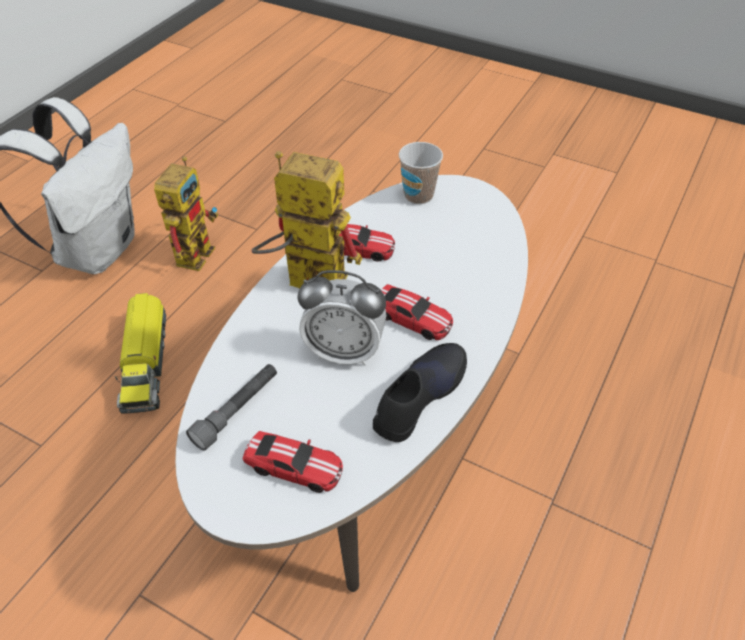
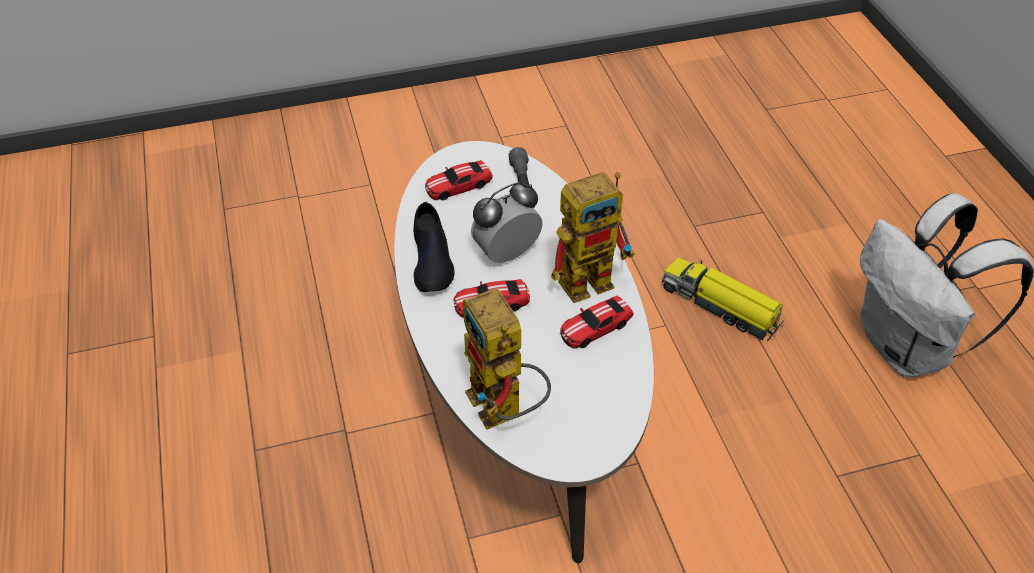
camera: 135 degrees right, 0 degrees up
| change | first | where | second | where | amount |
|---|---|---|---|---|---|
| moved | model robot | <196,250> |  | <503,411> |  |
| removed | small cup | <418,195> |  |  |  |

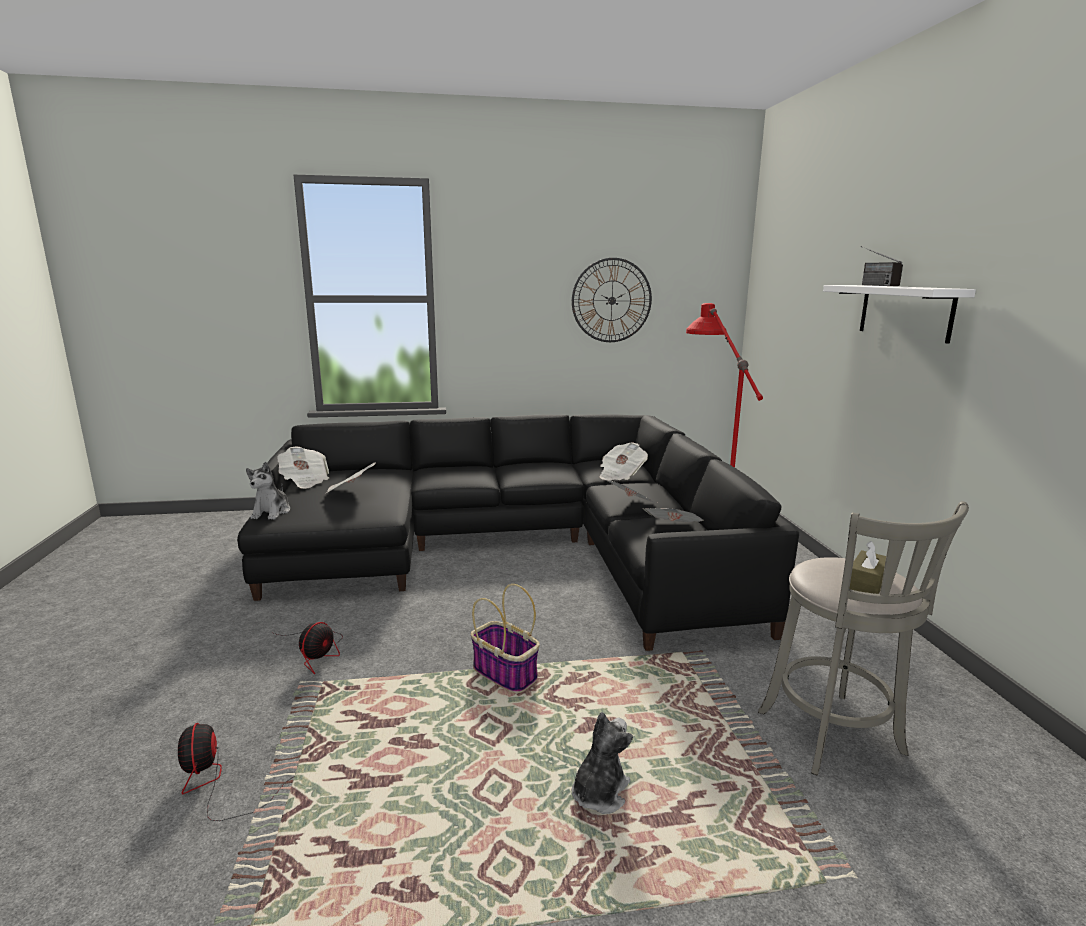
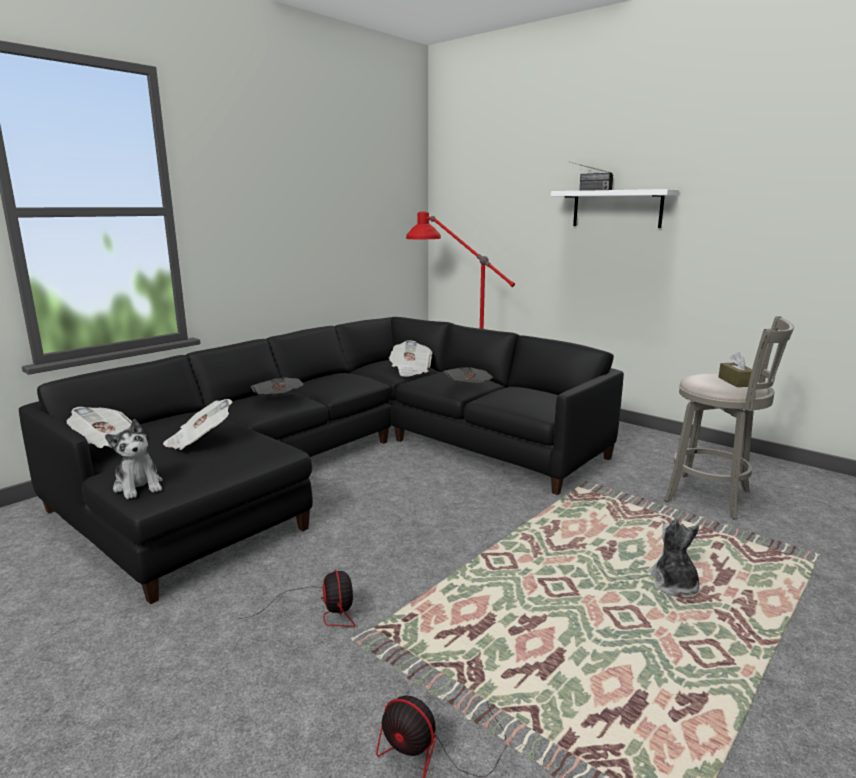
camera: 40 degrees left, 0 degrees up
| change | first | where | second | where | amount |
|---|---|---|---|---|---|
| moved | newspaper | <672,531> |  | <278,400> |  |
| removed | storage basket | <506,674> |  |  |  |
| removed | wall clock | <611,300> |  |  |  |

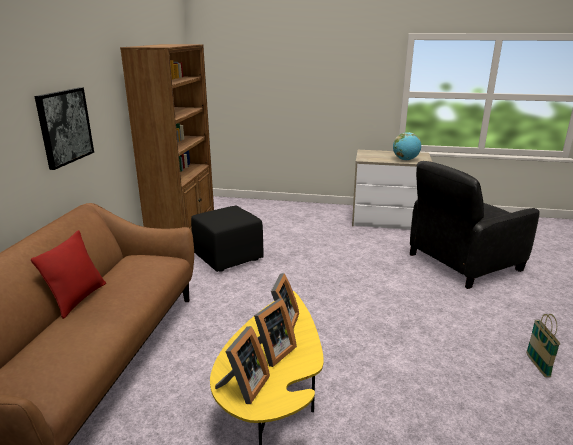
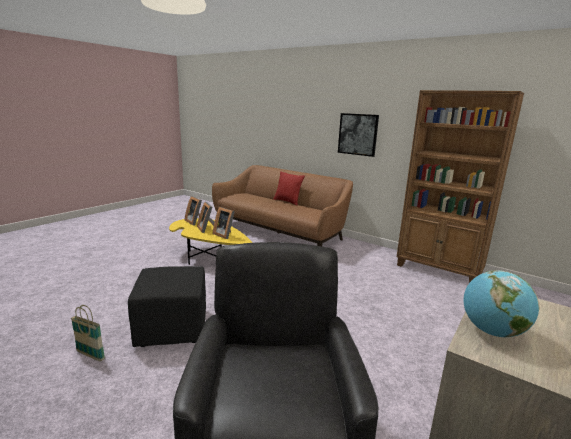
camera: 115 degrees right, 5 degrees down
| change | first | where | second | where | amount |
|---|---|---|---|---|---|
| moved | black-coloured ottoman | <227,258> |  | <172,327> |  |

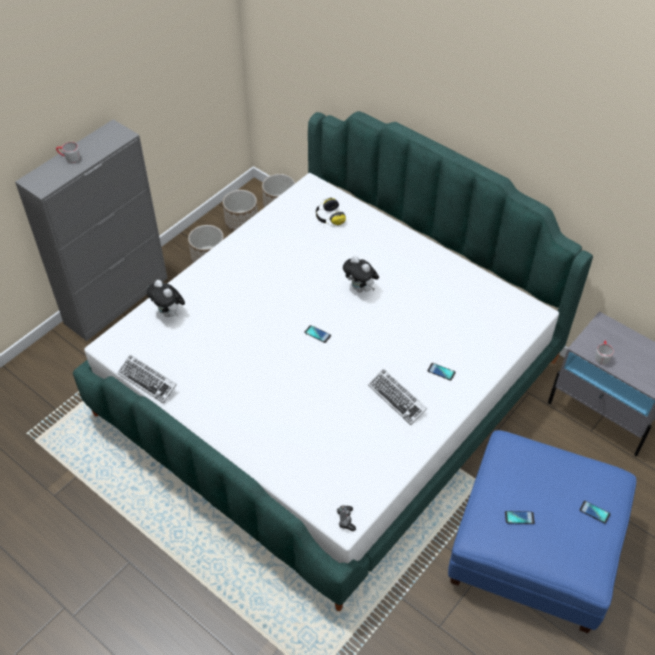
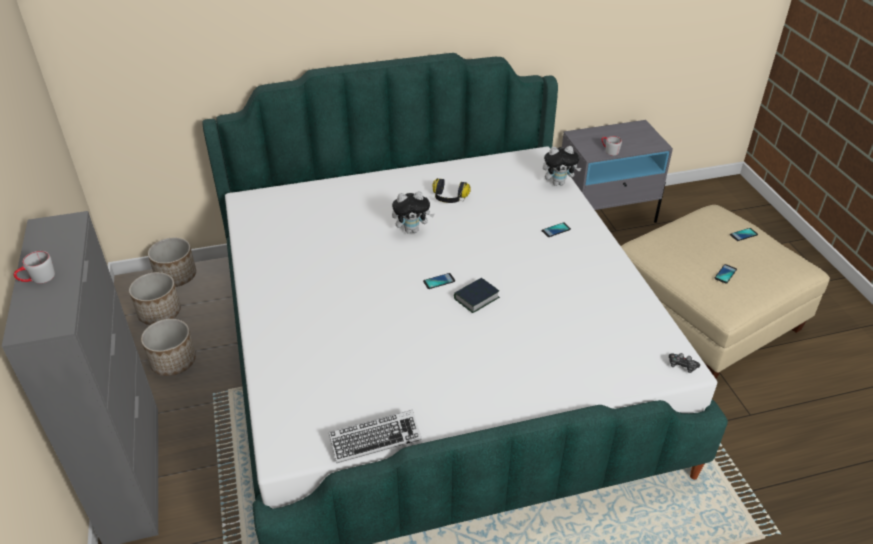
camera: 55 degrees left, 10 degrees down
| change | first | where | second | where | amount |
|---|---|---|---|---|---|
| moved | headphones | <329,218> |  | <449,198> |  |
| added |  |  | book | <476,298> |  |
| moved | cuddly toy | <169,313> |  | <558,183> |  |
| recoloured | blue-coloured ottoman | <534,548> | sand-coloured ottoman | <705,316> |  |
| removed | computer keyboard | <397,399> |  |  |  |

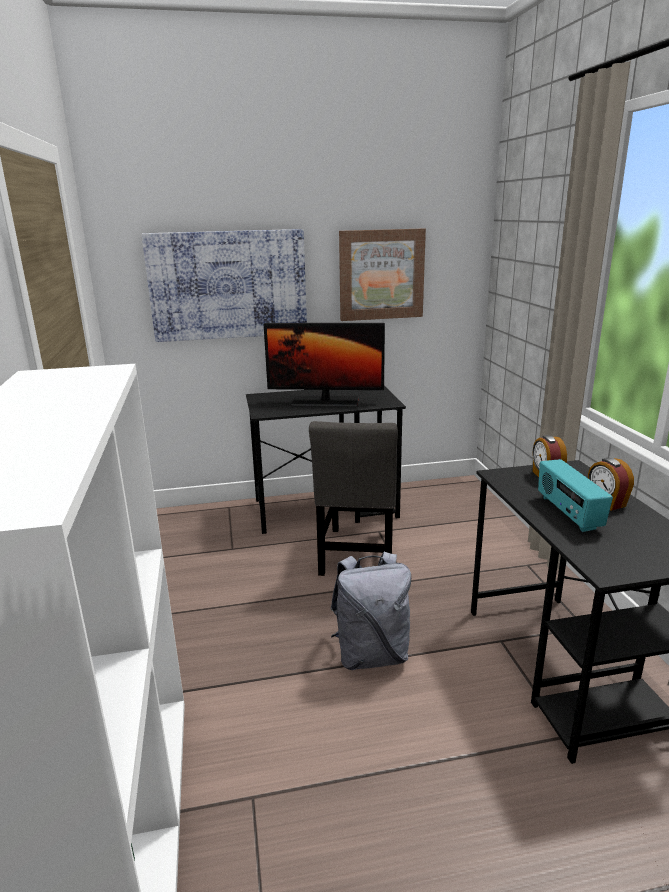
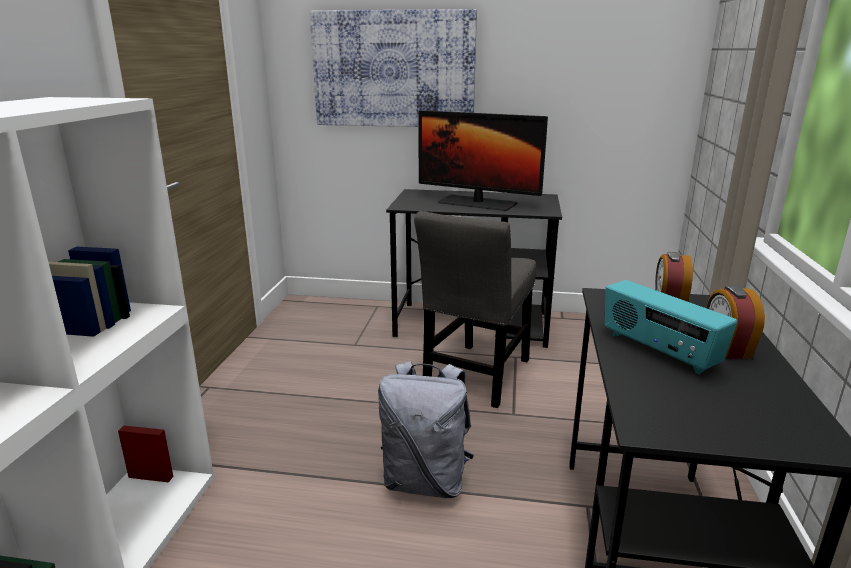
camera: 20 degrees right, 0 degrees up
| change | first | where | second | where | amount |
|---|---|---|---|---|---|
| turned | radio set | <568,513> |  | <658,351> | 45 degrees counterclockwise |
| removed | picture | <381,274> |  |  |  |

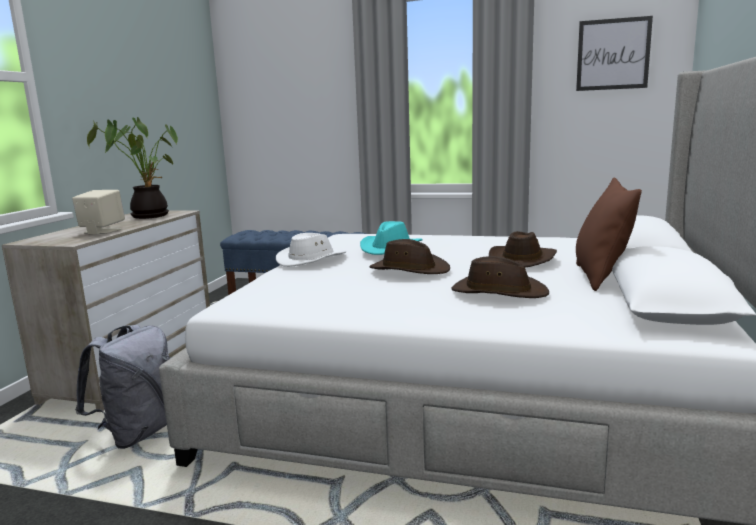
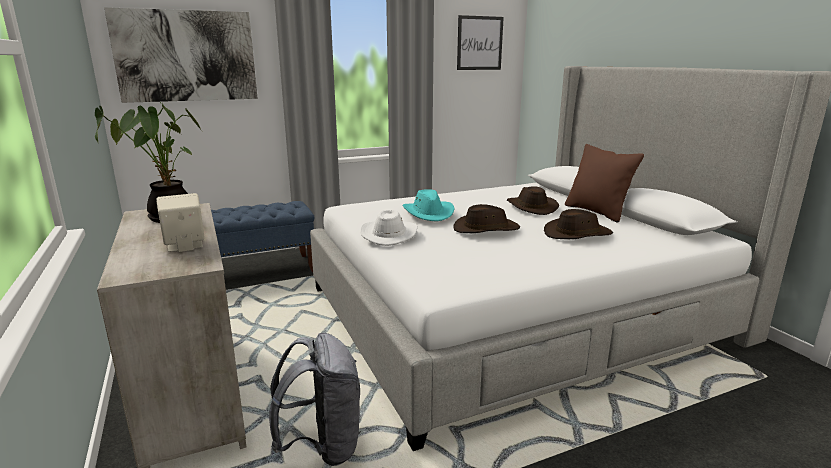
camera: 40 degrees left, 5 degrees up
| change | first | where | second | where | amount |
|---|---|---|---|---|---|
| added |  |  | picture | <186,56> |  |

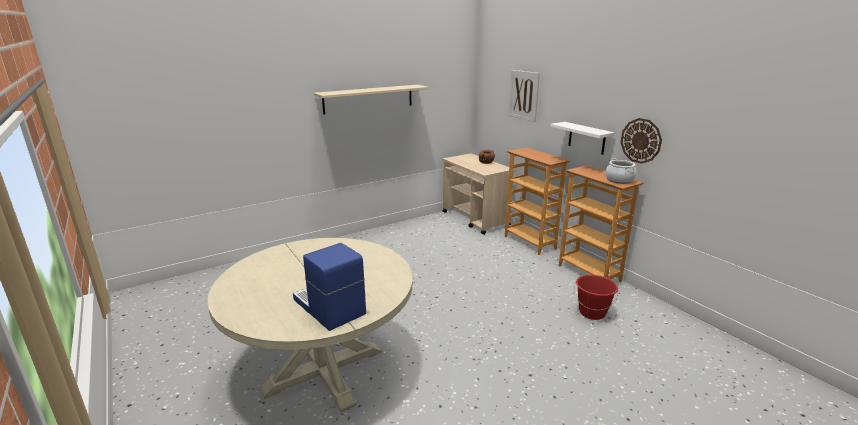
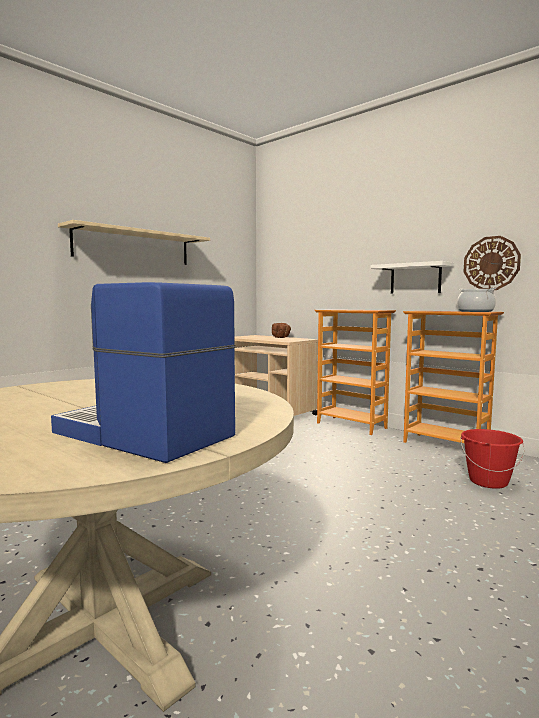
camera: 15 degrees left, 15 degrees down
| change | first | where | second | where | amount |
|---|---|---|---|---|---|
| removed | picture | <524,95> |  |  |  |

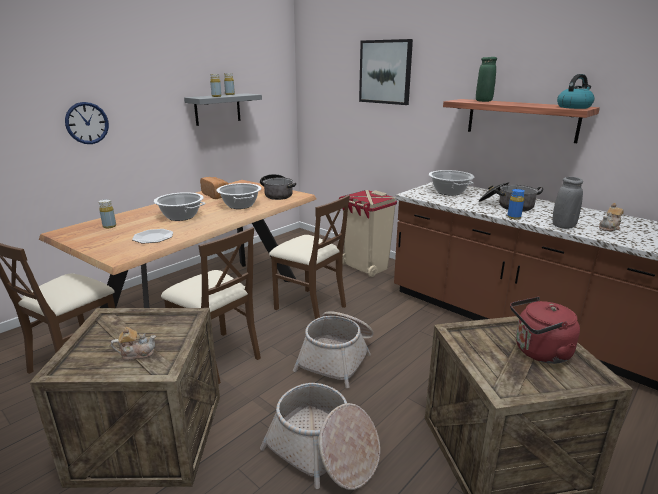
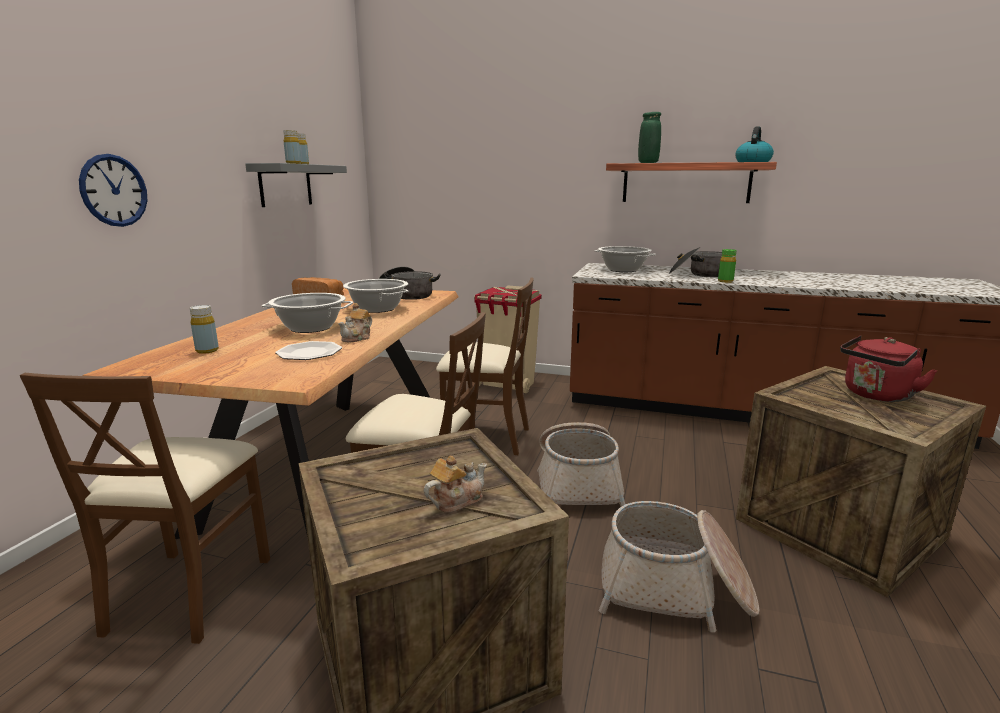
camera: 25 degrees left, 5 degrees down
| change | first | where | second | where | amount |
|---|---|---|---|---|---|
| moved | pot for tea | <609,228> |  | <357,338> |  |
| recoloured | blue-coloured bottle | <514,217> | green bottle | <725,281> |  |
| removed | picture | <385,72> |  |  |  |
| removed | grey flower vase | <563,226> |  |  |  |

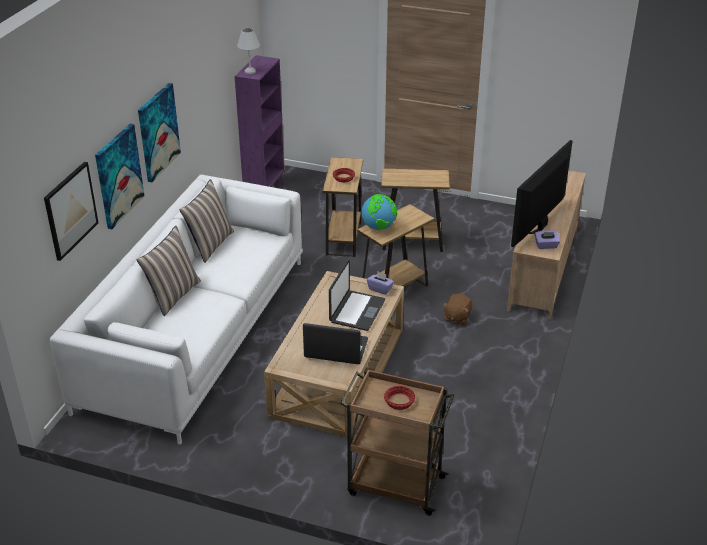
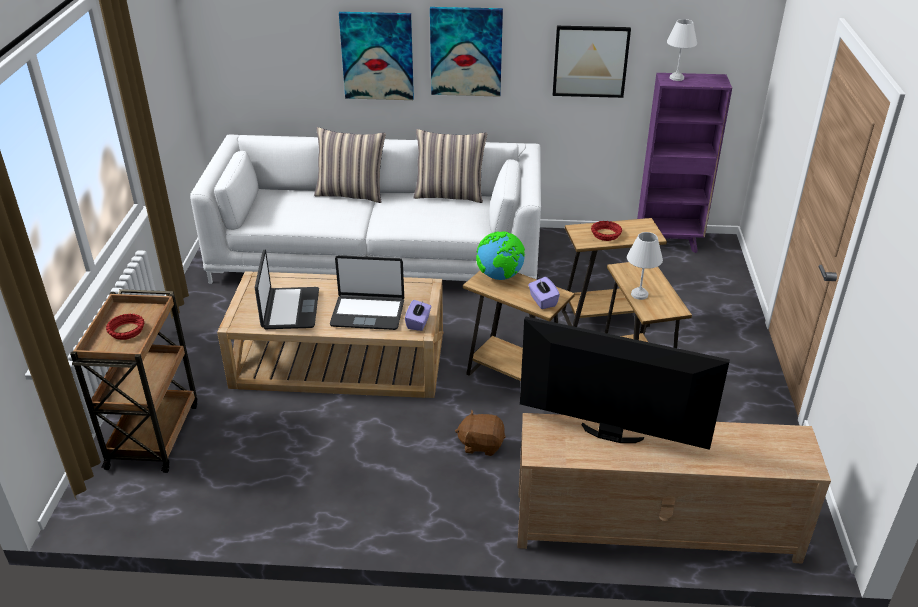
camera: 75 degrees right, 0 degrees up
| change | first | where | second | where | amount |
|---|---|---|---|---|---|
| moved | purple box of tissues | <546,246> |  | <542,301> |  |
| moved | picture | <70,210> |  | <590,61> |  |
| added |  |  | white-coloured table lamp | <640,294> |  |

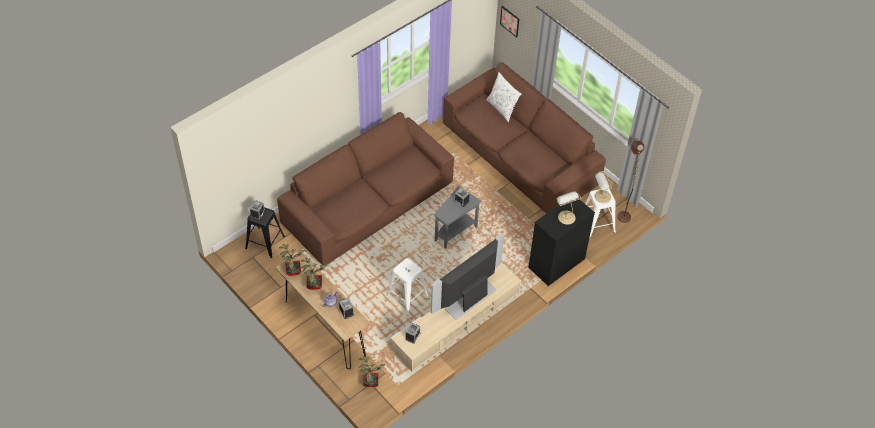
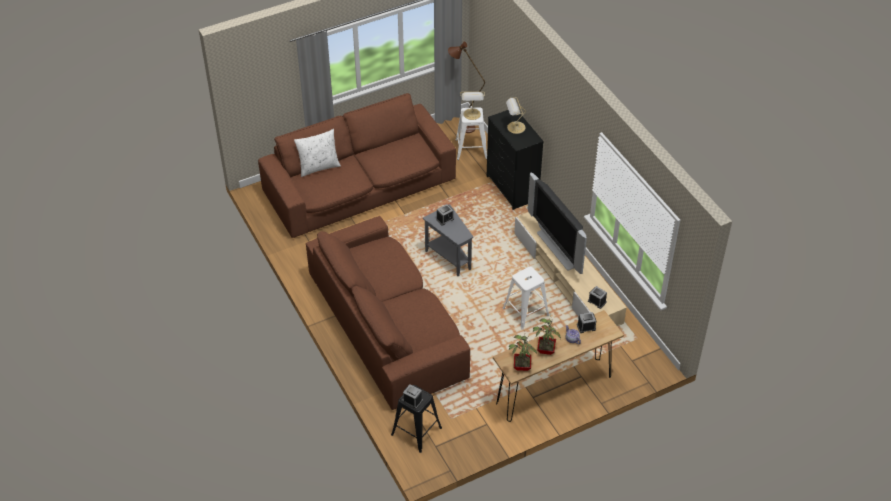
camera: 75 degrees left, 5 degrees down
| change | first | where | second | where | amount |
|---|---|---|---|---|---|
| removed | plant in a pot | <371,382> |  |  |  |
| removed | picture | <510,21> |  |  |  |

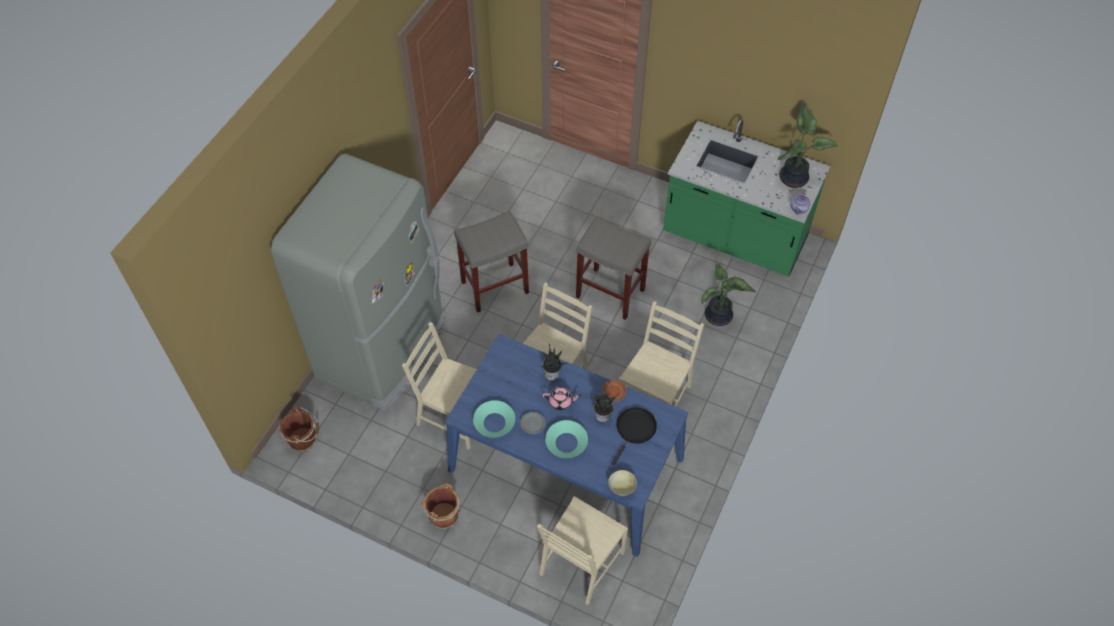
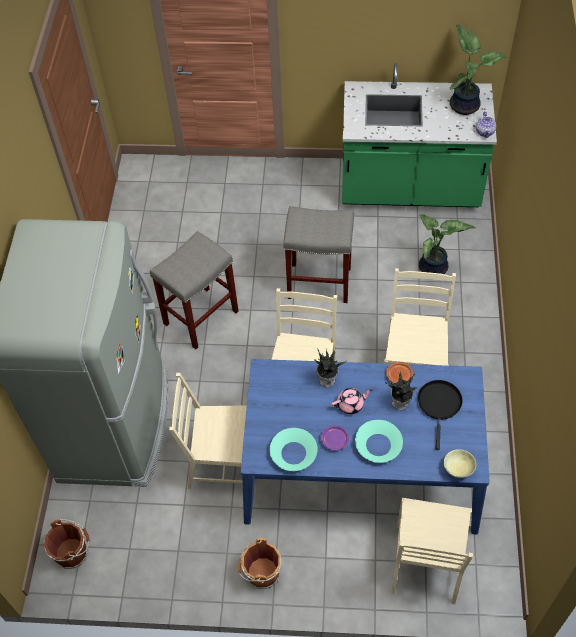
camera: 20 degrees left, 0 degrees up
| change | first | where | second | where | amount |
|---|---|---|---|---|---|
| recoloured | grey flat dish | <533,425> | purple flat dish | <335,440> |  |

